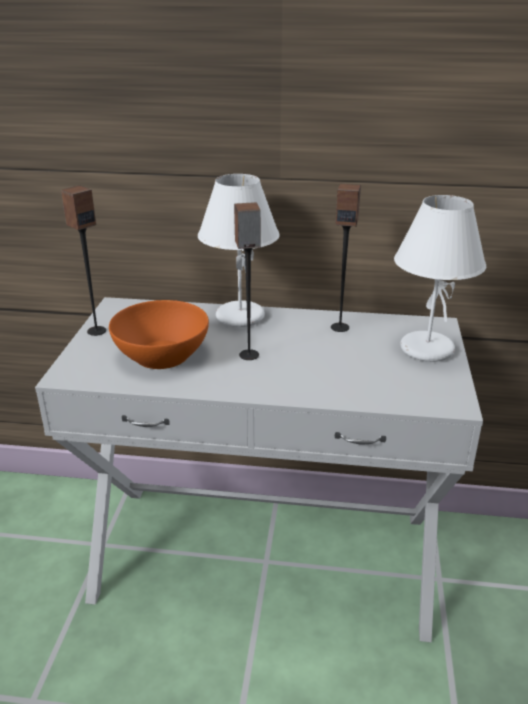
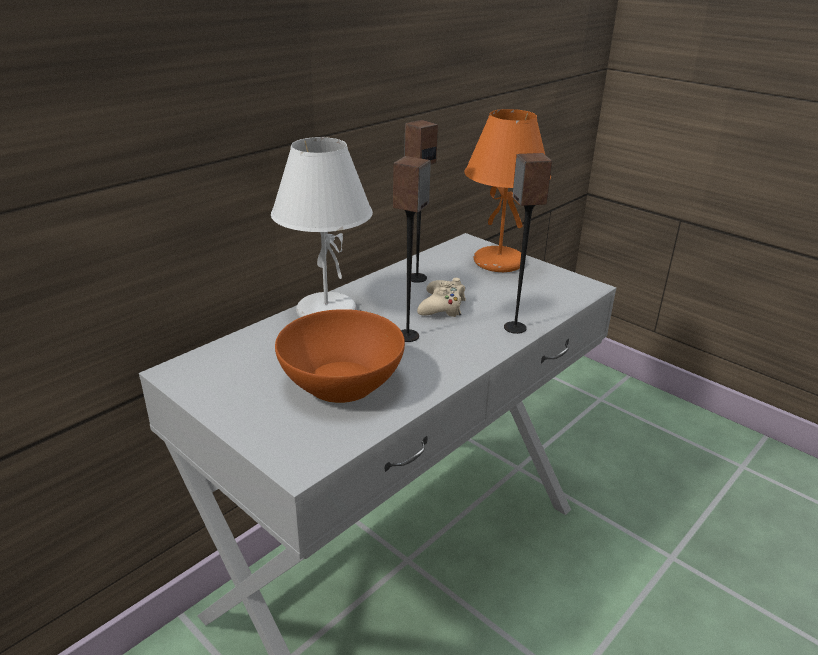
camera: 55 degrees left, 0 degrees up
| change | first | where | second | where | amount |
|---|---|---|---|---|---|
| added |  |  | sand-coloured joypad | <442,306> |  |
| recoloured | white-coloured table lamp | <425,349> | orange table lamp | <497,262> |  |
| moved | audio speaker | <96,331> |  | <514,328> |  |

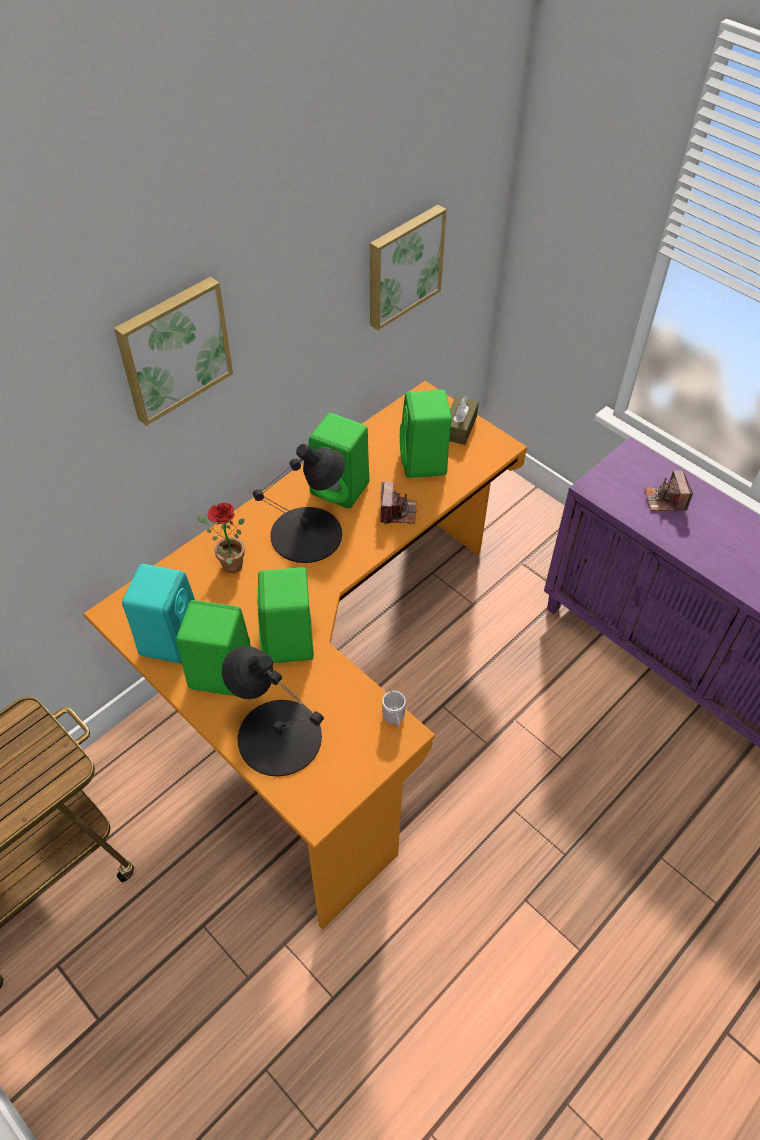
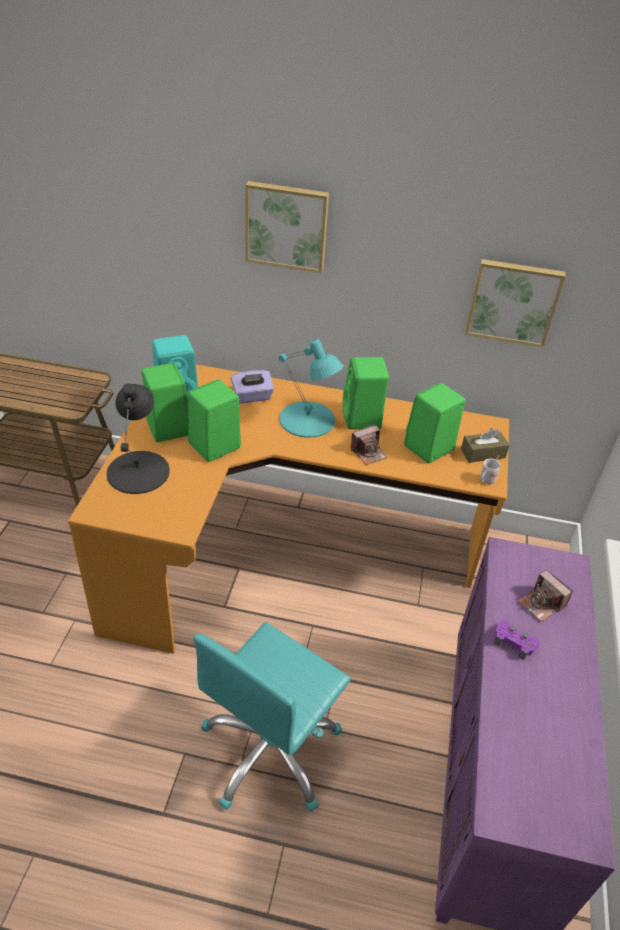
camera: 55 degrees right, 10 degrees down
| change | first | where | second | where | amount |
|---|---|---|---|---|---|
| added |  |  | blue-green computer chair | <271,750> |  |
| replaced | plant in a pot | <228,564> | purple box of tissues | <252,397> |  |
| recoloured | black-coloured table lamp | <307,535> | blue-green table lamp | <307,420> |  |
| moved | white-coloured tea mug | <394,719> |  | <486,481> |  |
| added |  |  | purple joypad | <514,642> |  |
| turned | photo camera | <665,500> |  | <541,604> | 90 degrees counterclockwise |

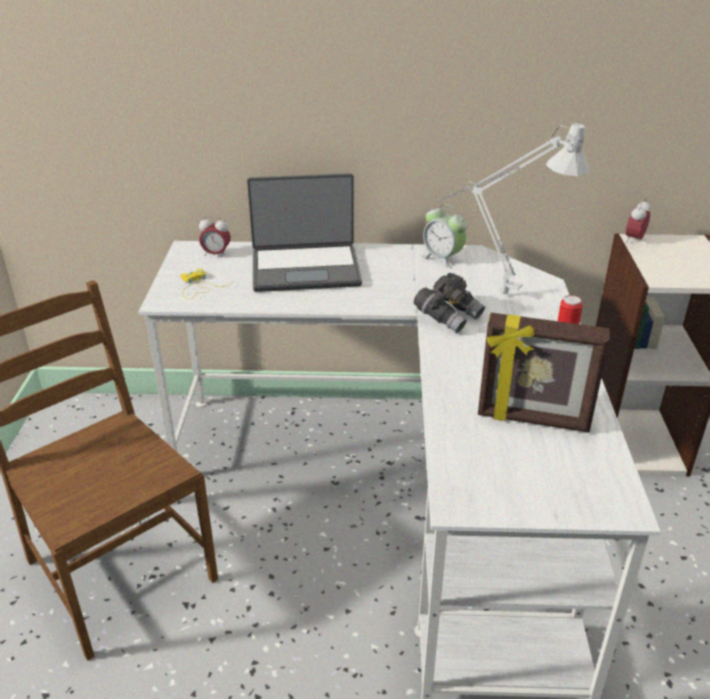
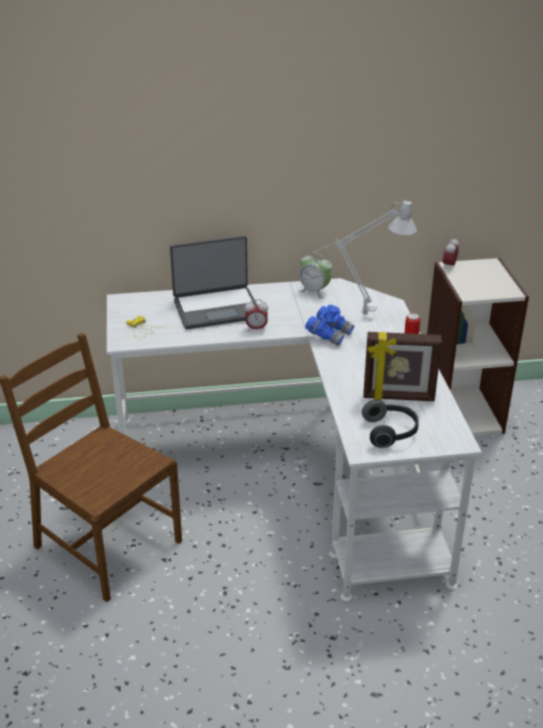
camera: 10 degrees left, 0 degrees up
| change | first | where | second | where | amount |
|---|---|---|---|---|---|
| moved | alarm clock | <216,254> |  | <256,329> |  |
| recoloured | grey field glasses | <448,316> | blue-coloured field glasses | <329,334> |  |
| added |  |  | headphones | <390,432> |  |

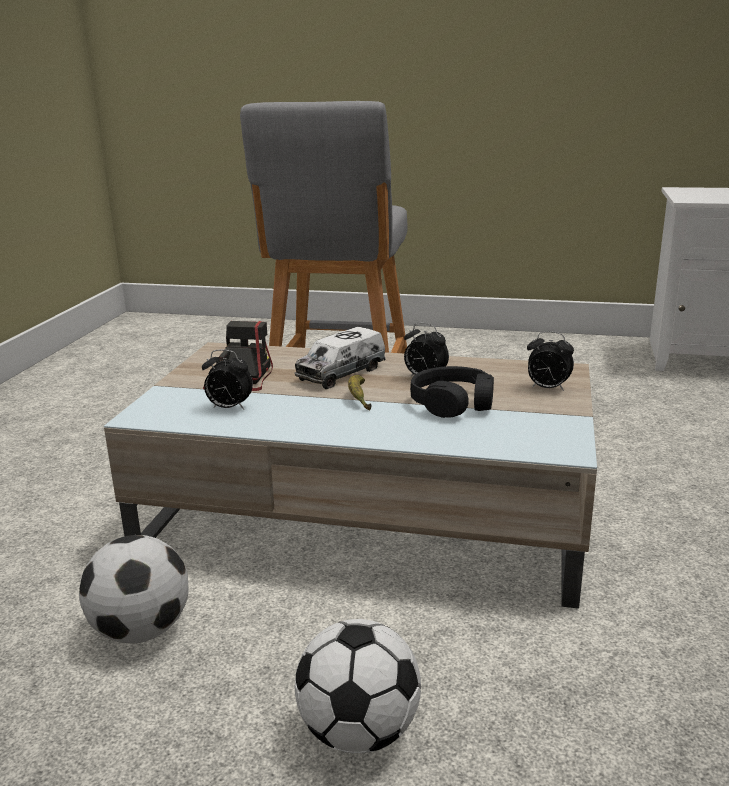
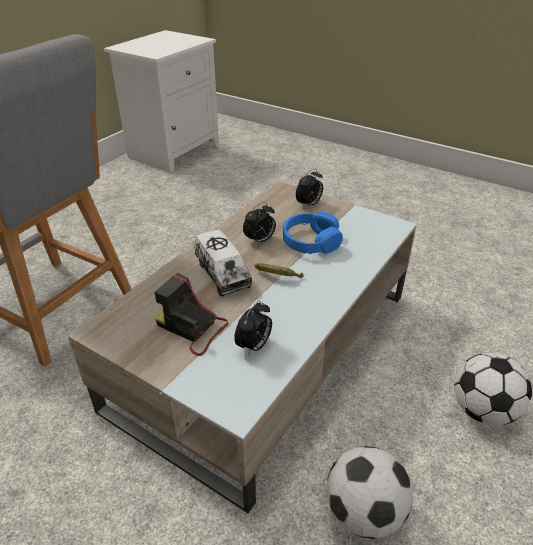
camera: 70 degrees left, 15 degrees up
| change | first | where | second | where | amount |
|---|---|---|---|---|---|
| recoloured | black-coloured headphones | <453,403> | blue-coloured headphones | <311,242> |  |

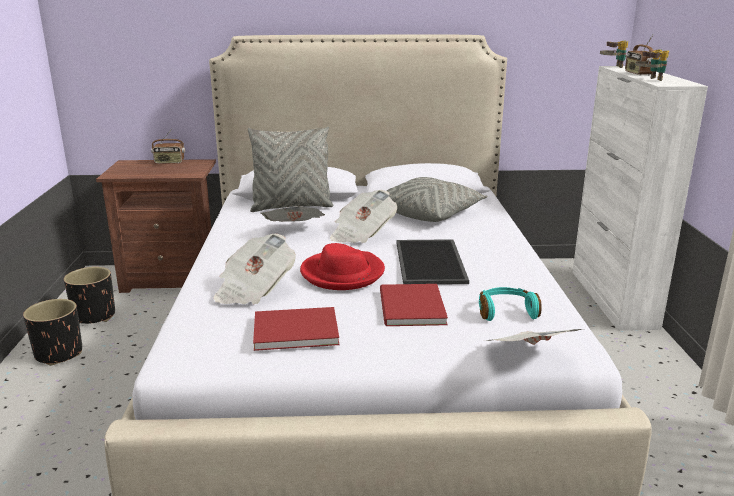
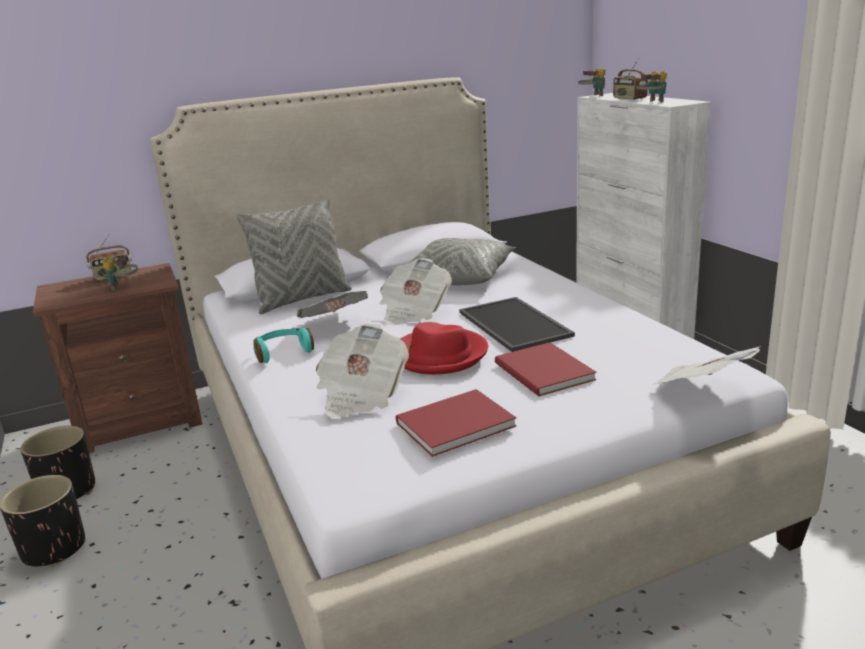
camera: 20 degrees left, 0 degrees up
| change | first | where | second | where | amount |
|---|---|---|---|---|---|
| added |  |  | field glasses | <123,287> |  |
| moved | blue-green headphones | <506,312> |  | <283,352> |  |

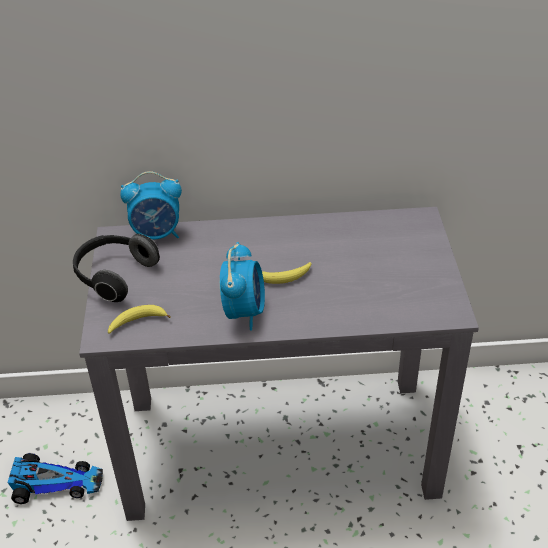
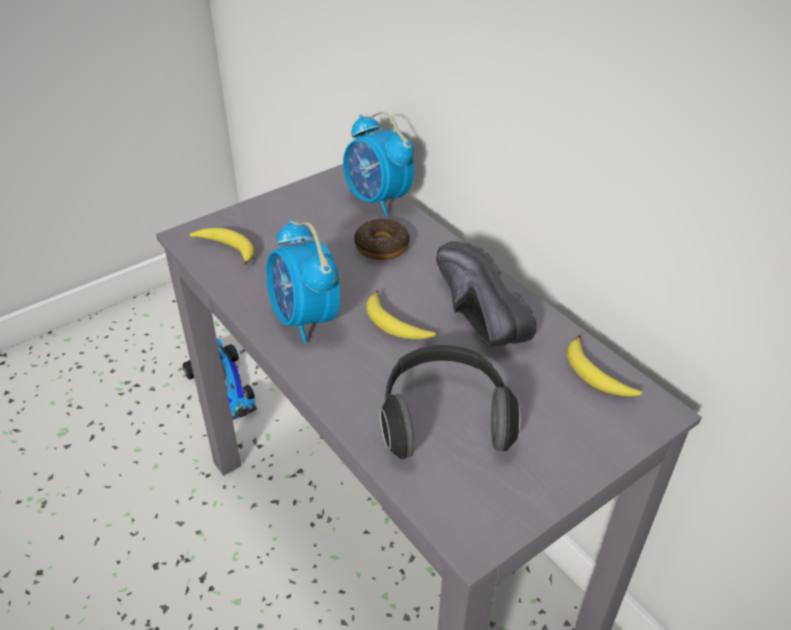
camera: 55 degrees right, 0 degrees up
| change | first | where | second | where | amount |
|---|---|---|---|---|---|
| turned | alarm clock | <244,312> |  | <305,319> | 90 degrees clockwise |
| added |  |  | ring doughnut | <382,246> |  |
| moved | headphones | <114,276> |  | <444,418> |  |
| added |  |  | black-coloured item of footwear | <471,315> |  |
| added |  |  | whole banana | <596,376> |  |

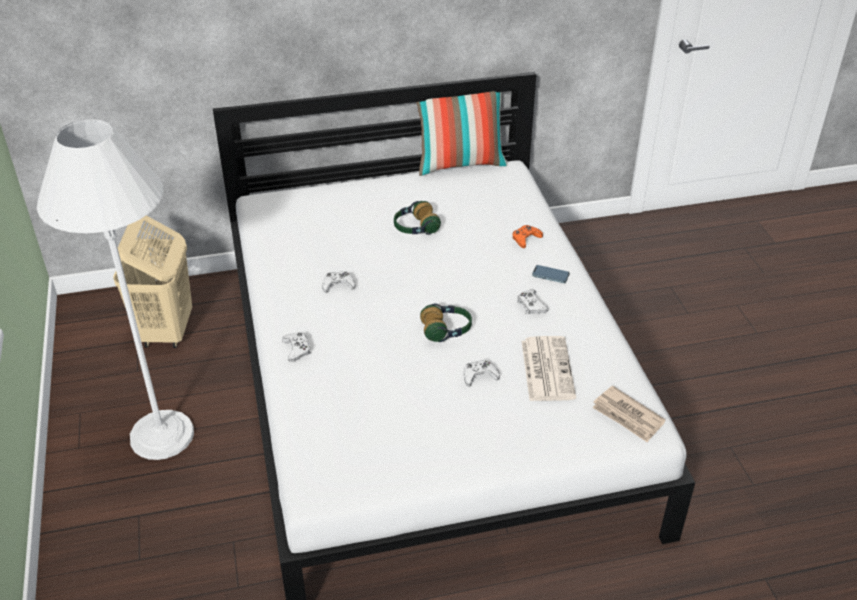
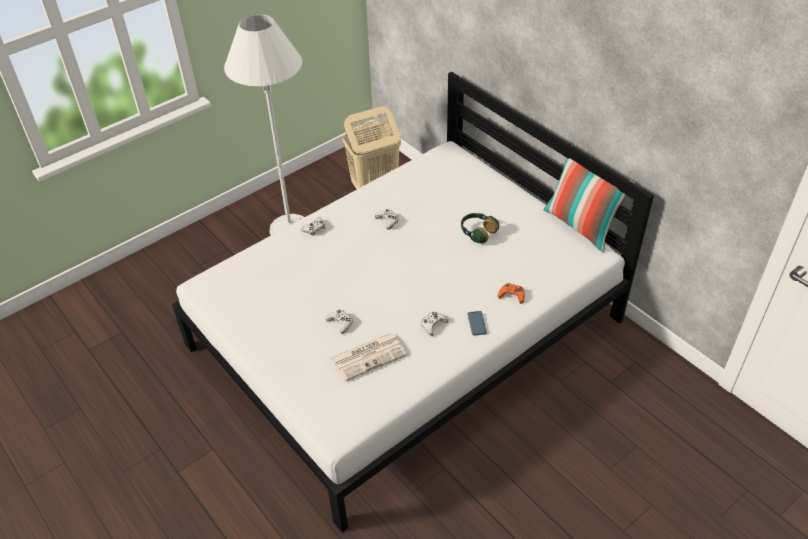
camera: 65 degrees right, 5 degrees up
| change | first | where | second | where | amount |
|---|---|---|---|---|---|
| removed | headphones | <446,330> |  |  |  |
| removed | newspaper | <628,416> |  |  |  |

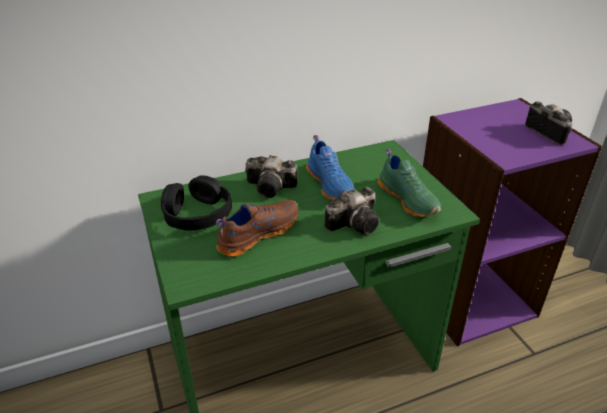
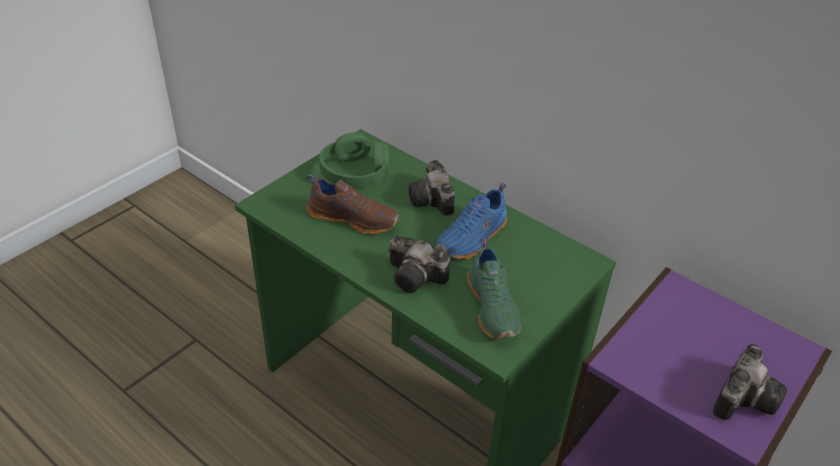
camera: 60 degrees right, 5 degrees up
| change | first | where | second | where | amount |
|---|---|---|---|---|---|
| recoloured | black-coloured headphones | <197,214> | green headphones | <355,172> |  |
| turned | green item of footwear | <409,199> |  | <494,307> | 45 degrees counterclockwise |

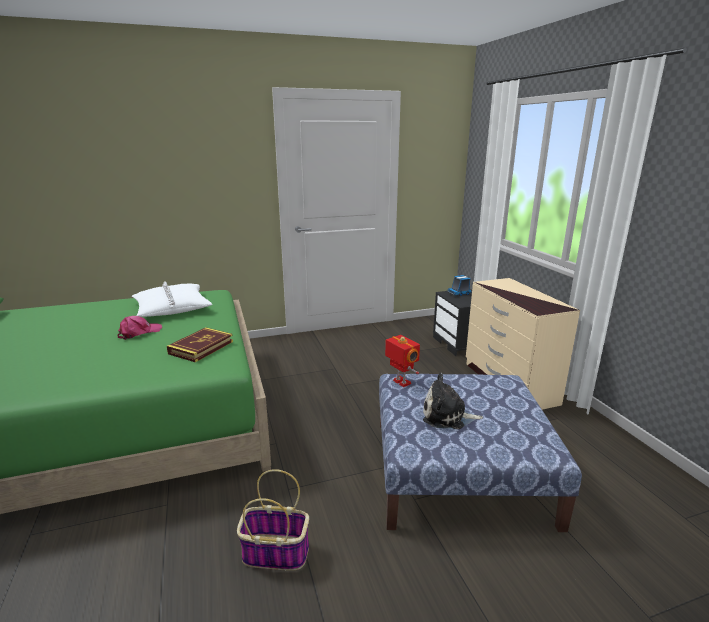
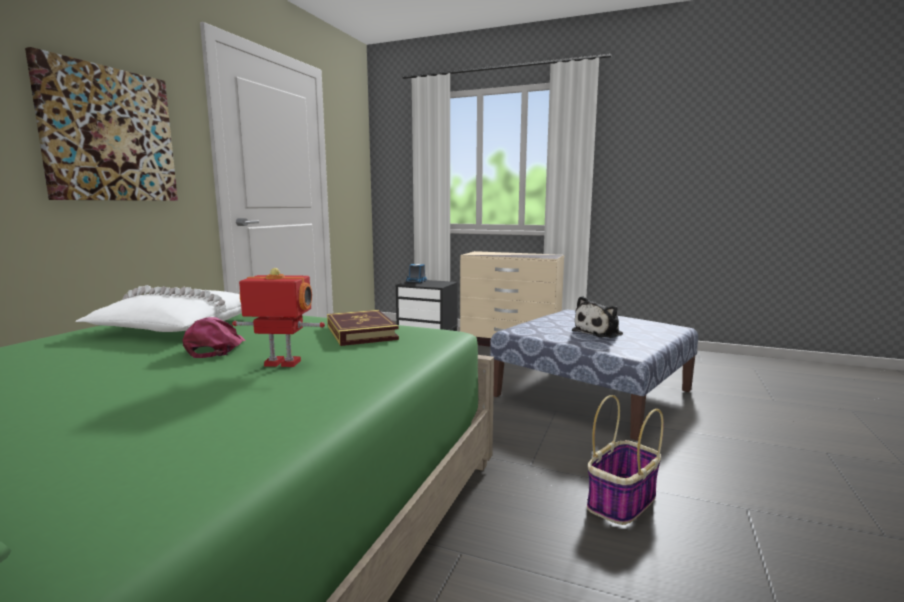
camera: 50 degrees left, 10 degrees down
| change | first | where | second | where | amount |
|---|---|---|---|---|---|
| added |  |  | picture | <109,135> |  |
| moved | model robot | <401,382> |  | <281,364> |  |

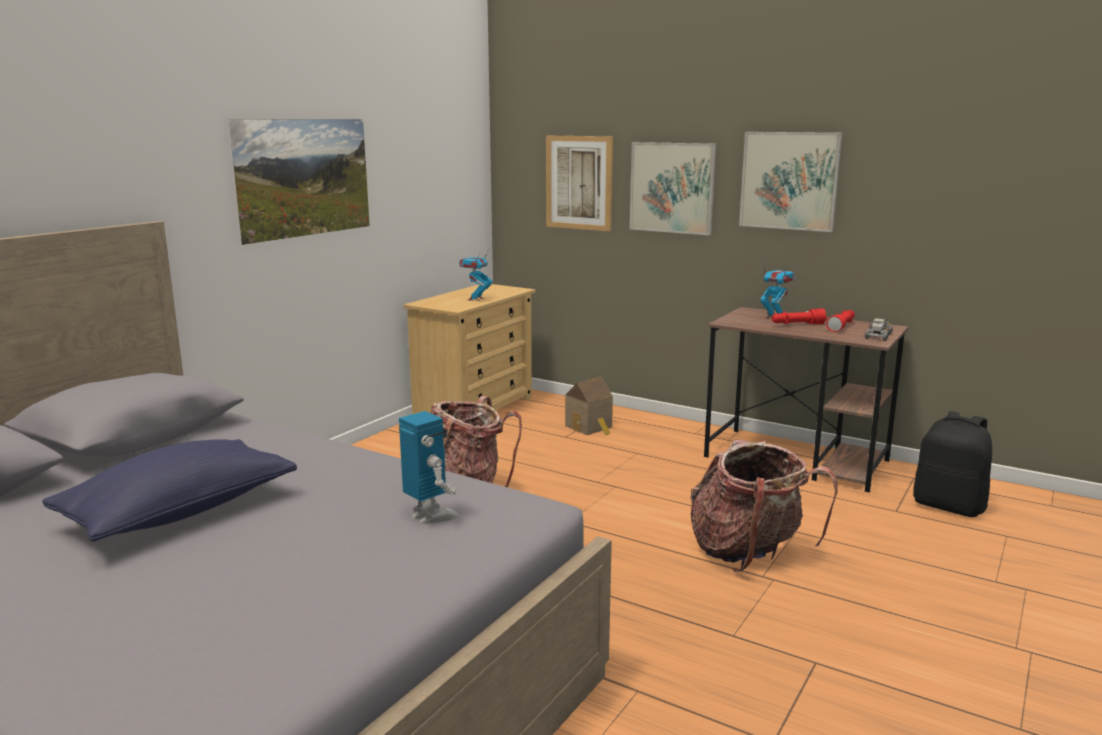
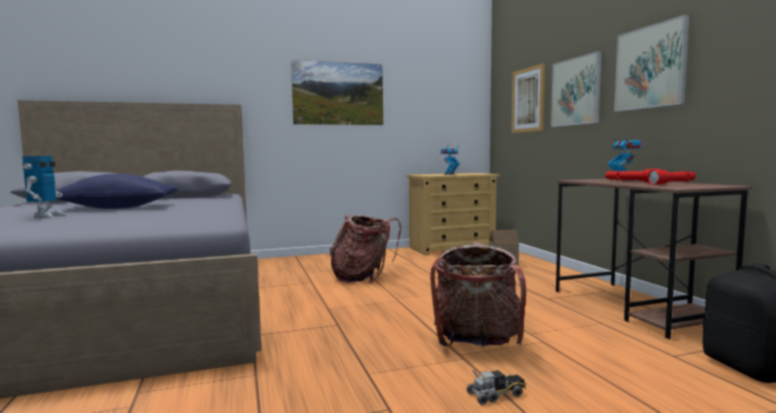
camera: 40 degrees right, 10 degrees down
| change | first | where | second | where | amount |
|---|---|---|---|---|---|
| moved | model robot | <429,516> |  | <46,216> |  |
| moved | toy truck | <878,336> |  | <496,394> |  |

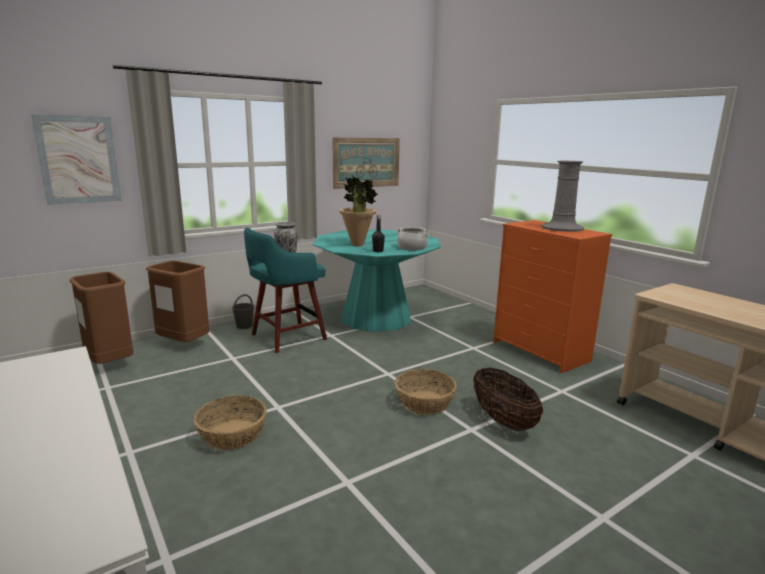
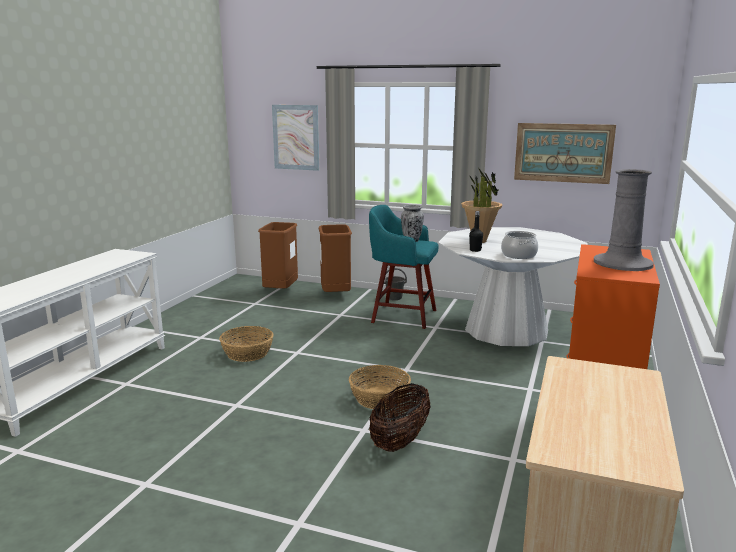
camera: 55 degrees right, 0 degrees up
| change | first | where | second | where | amount |
|---|---|---|---|---|---|
| recoloured | blue-green kitchen table | <376,318> | white-coloured kitchen table | <506,330> |  |

